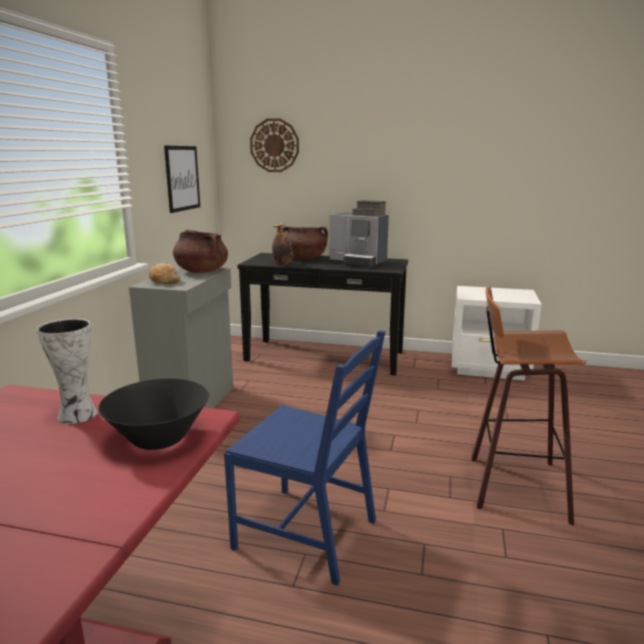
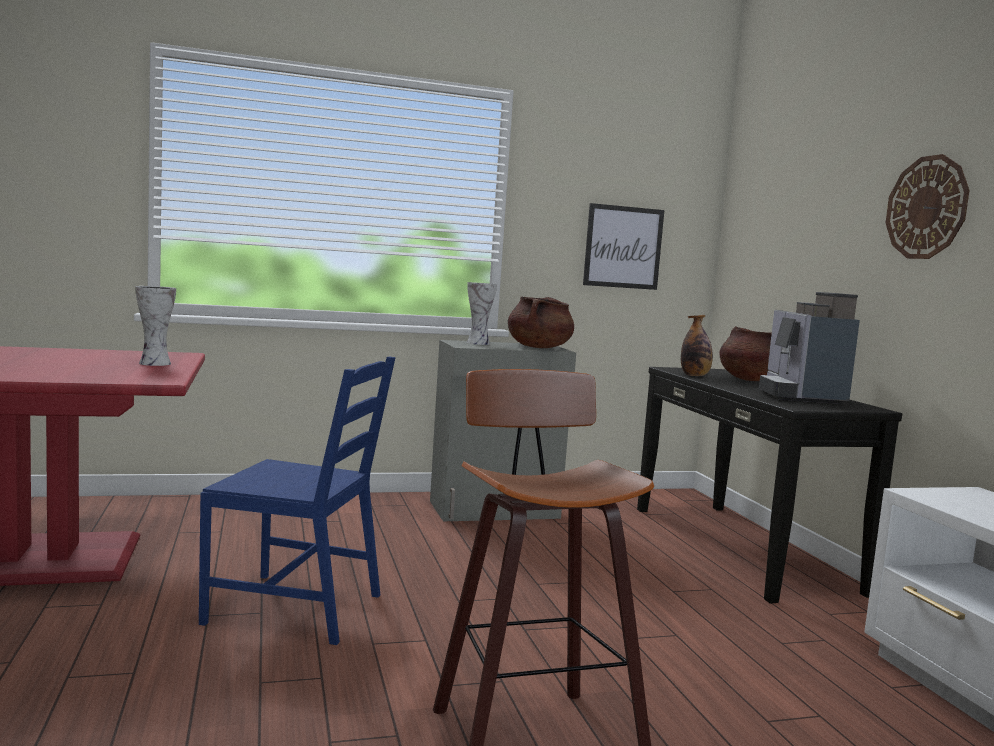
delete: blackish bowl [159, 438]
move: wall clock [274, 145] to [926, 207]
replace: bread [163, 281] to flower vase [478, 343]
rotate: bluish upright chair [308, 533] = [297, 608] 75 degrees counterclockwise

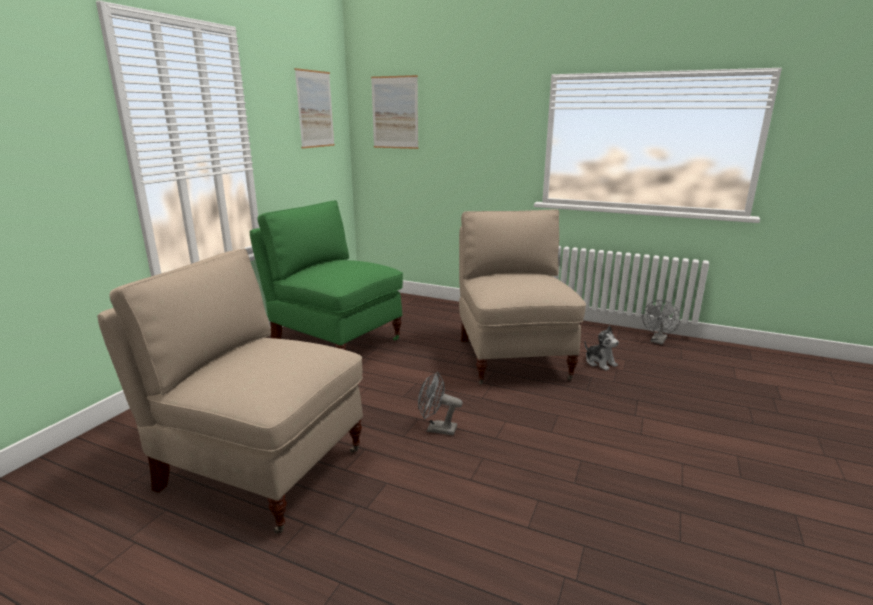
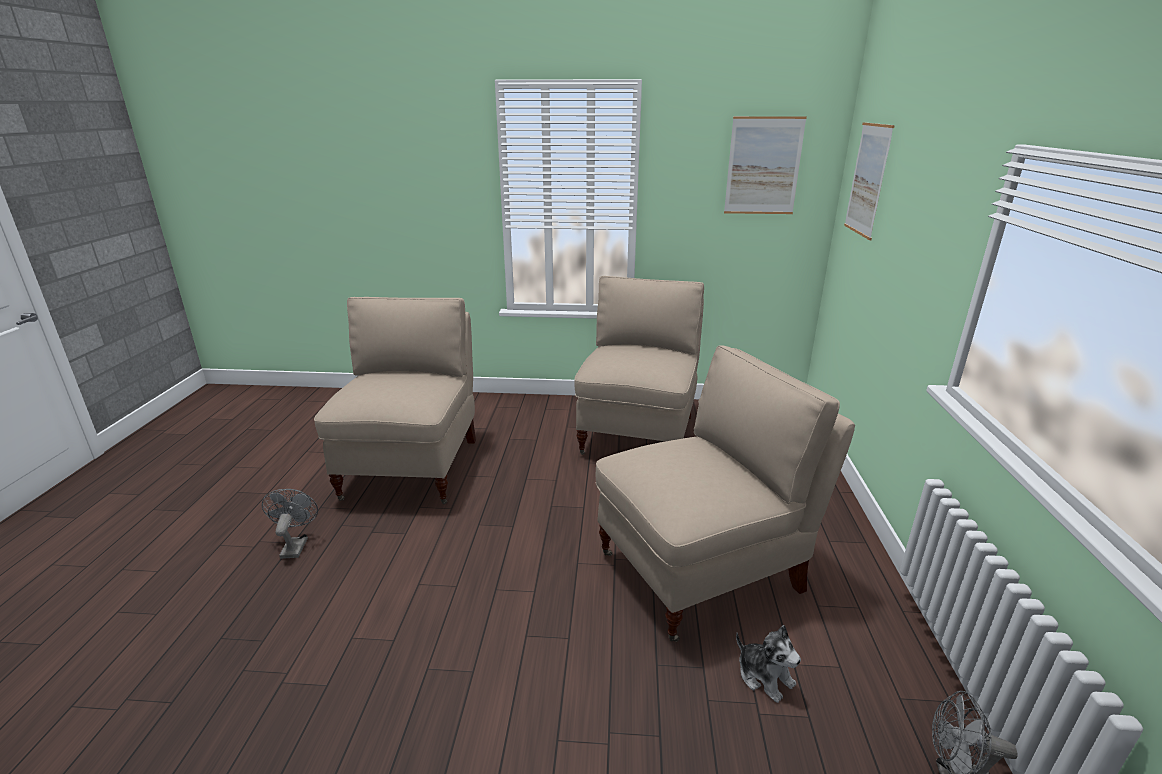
move: gray cooling fan [436, 429] to [295, 545]
recolor: greenish upright chair [335, 342] to beige-coloured upright chair [638, 434]
rotate: soft toy [600, 363] = [764, 676] 75 degrees counterclockwise

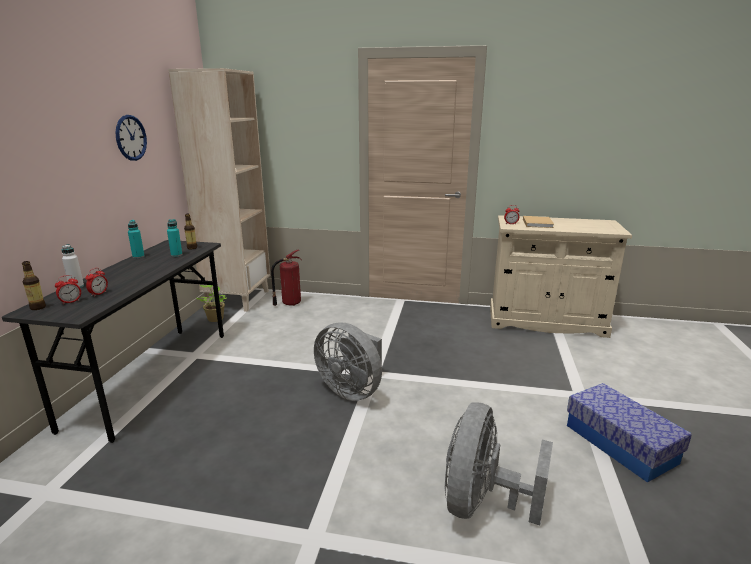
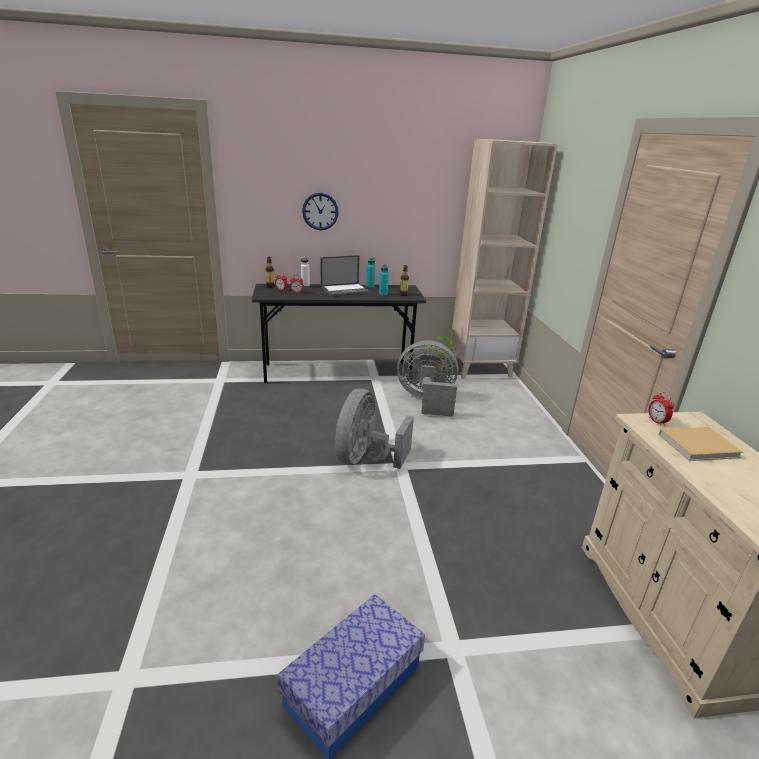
delete: fire-fighting cylinder [290, 303]
insert: portable computer [345, 290]
move: wall clock [131, 138] to [320, 211]; gray cooling fan [482, 503] to [426, 400]

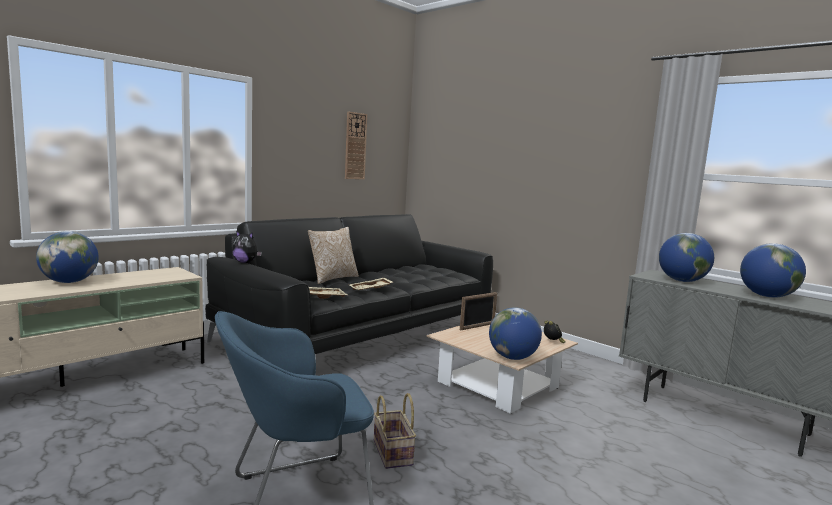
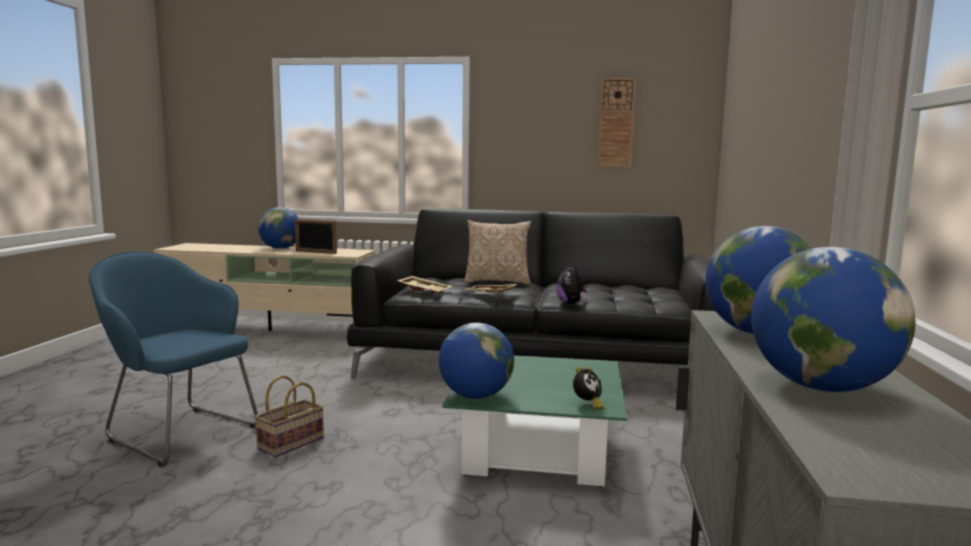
move: soft toy [245, 262] to [571, 303]; photo frame [477, 326] to [315, 252]
recolor: beige-coloured coffee table [498, 385] to greenish coffee table [536, 450]

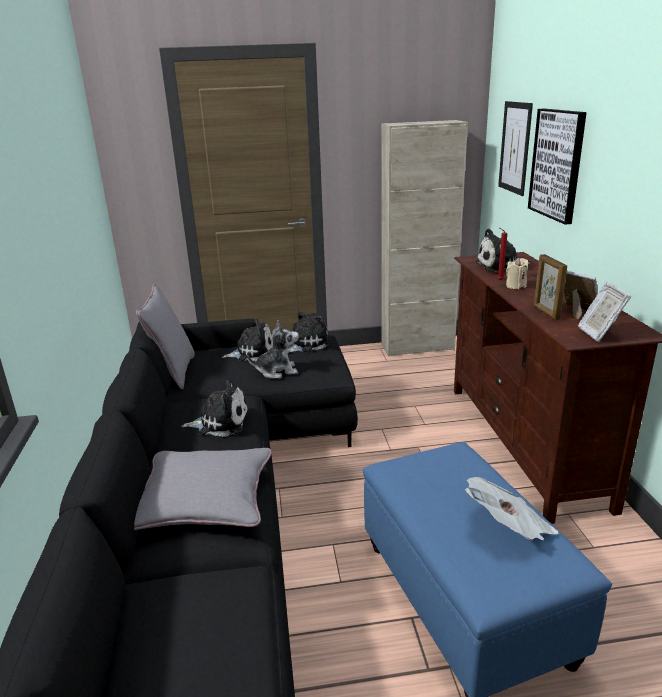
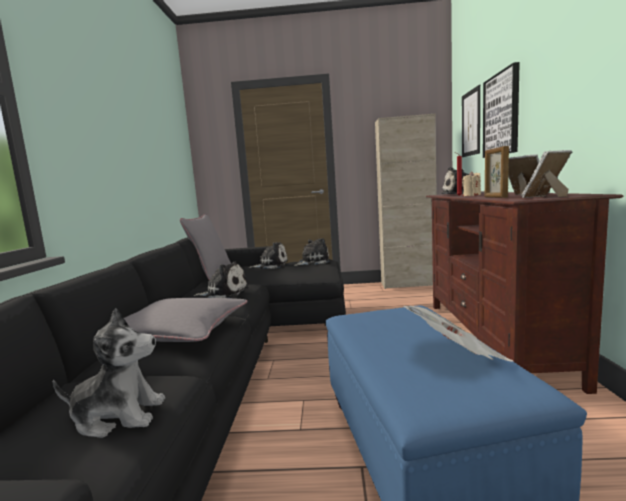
move: soft toy [277, 371] to [118, 415]
rotate: photo frame [598, 334] = [545, 197] 60 degrees clockwise

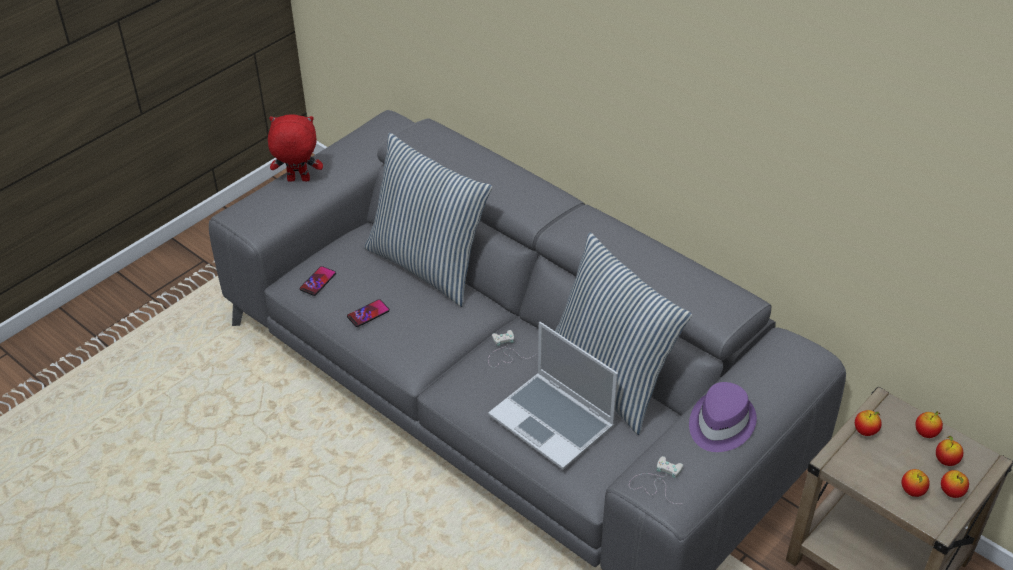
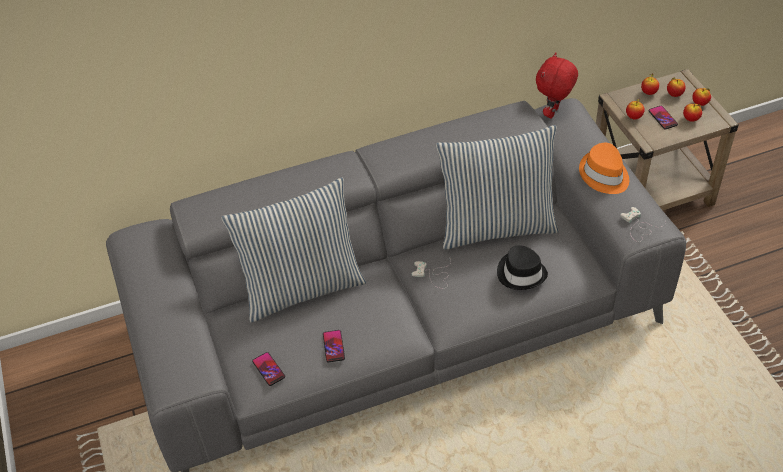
insert: telephone [662, 118]
move: reddish soft toy [298, 180] to [553, 113]
replace: portable computer [553, 422] to blackish hat [521, 273]
recolor: purple hat [720, 424] to orangey hat [604, 175]

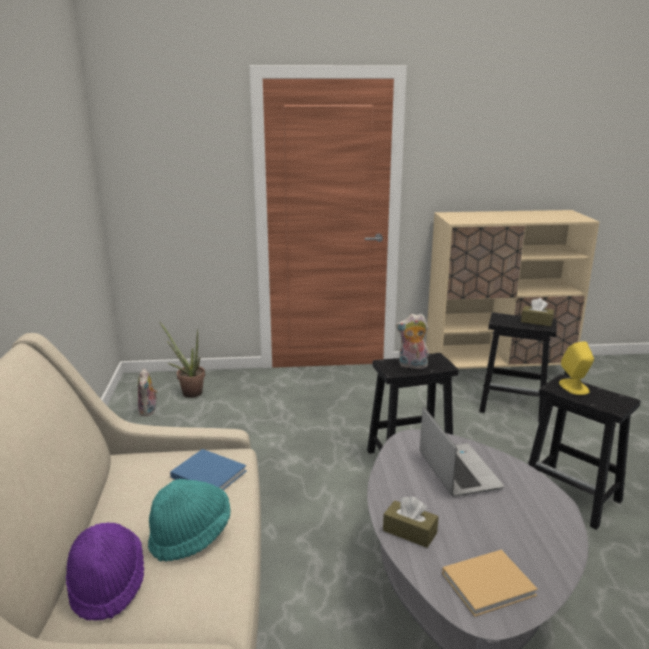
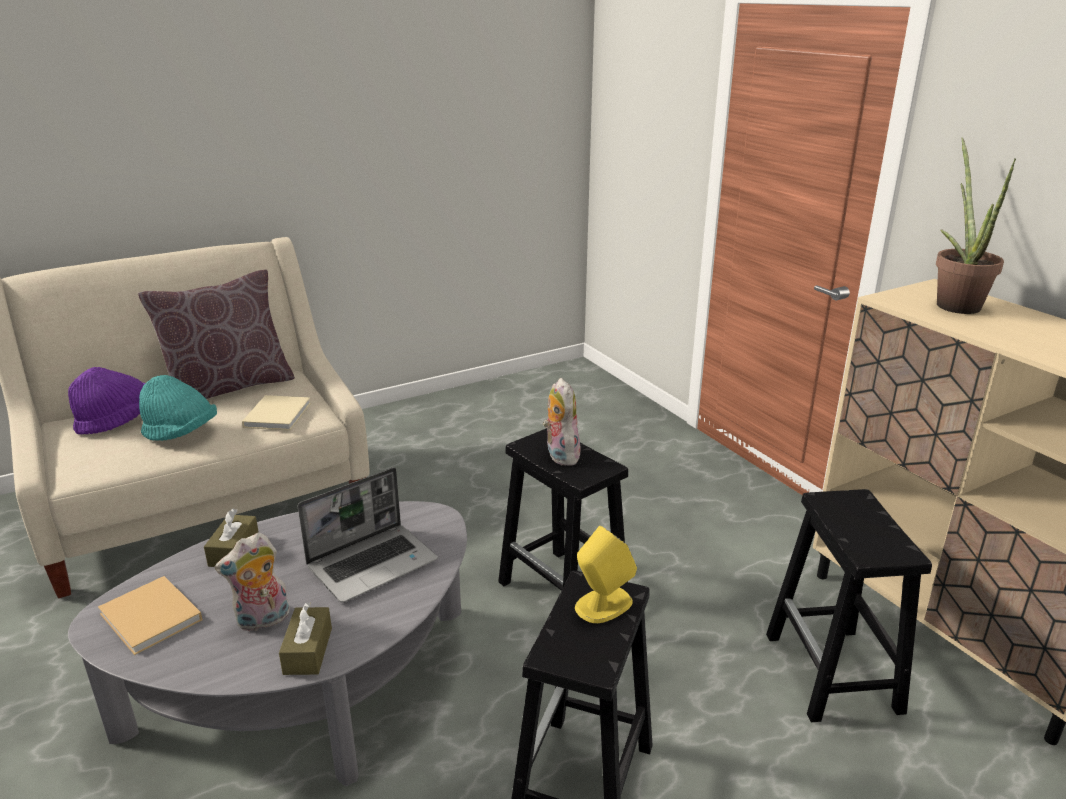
insert: brownish cushion [229, 387]
move: brownish box of tissues [536, 321] to [308, 651]; plant in a pot [188, 392] to [954, 303]; soft toy [149, 411] to [262, 621]
recolor: bluish volume [207, 473] to beige-coloured volume [278, 414]

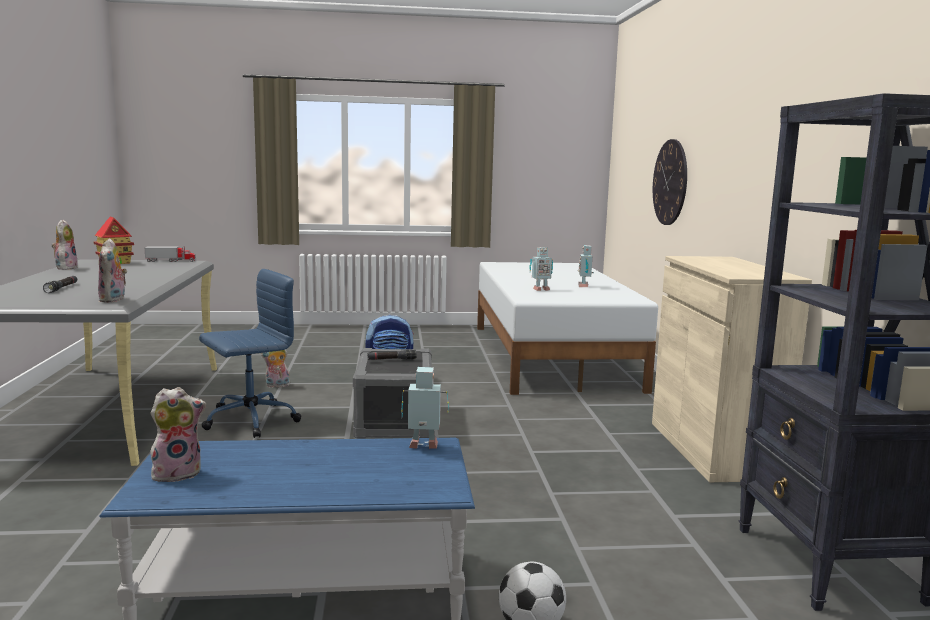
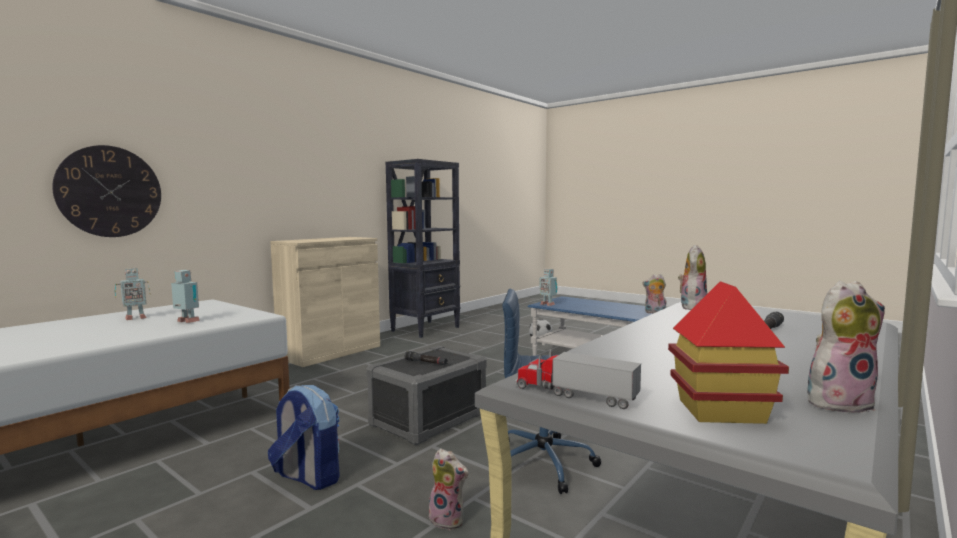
rotate: soft toy [65, 268] = [839, 402] 135 degrees counterclockwise

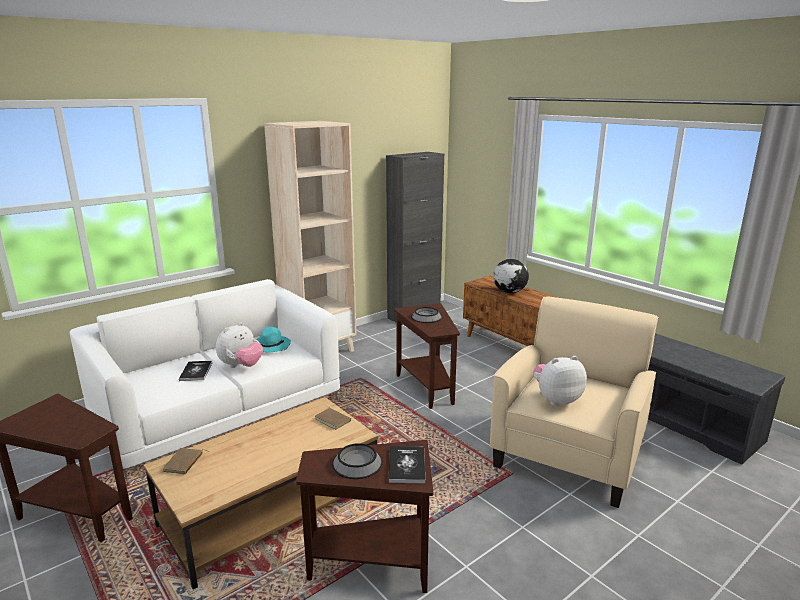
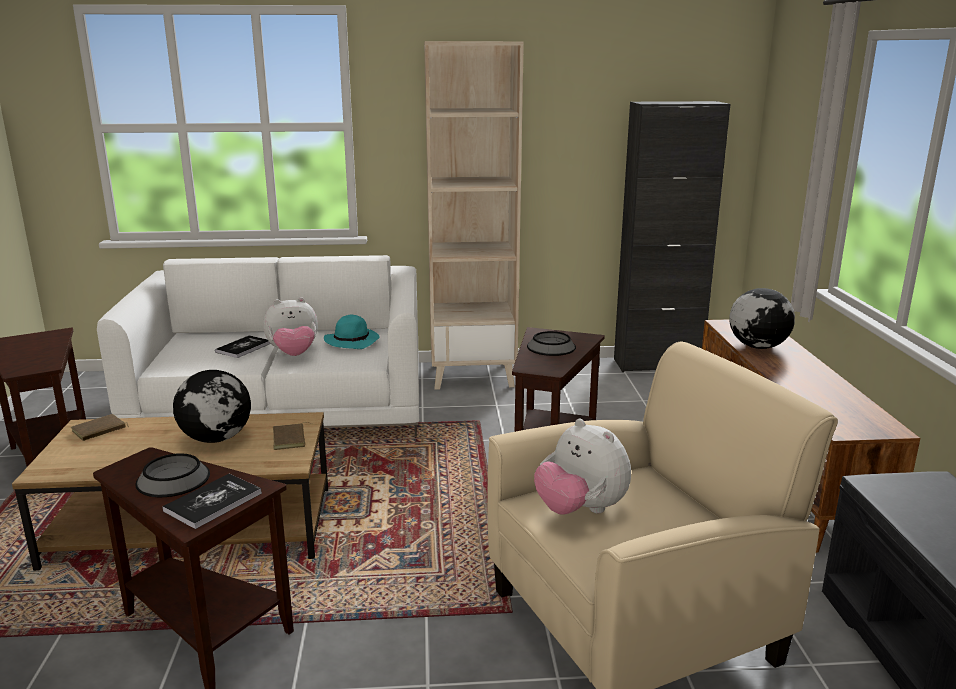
insert: globe [217, 438]
rotate: soft toy [556, 399] = [580, 510] 150 degrees counterclockwise

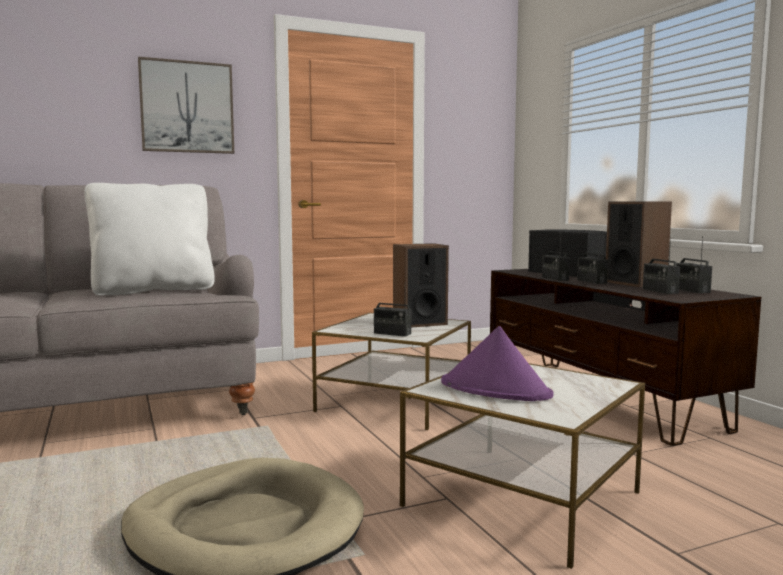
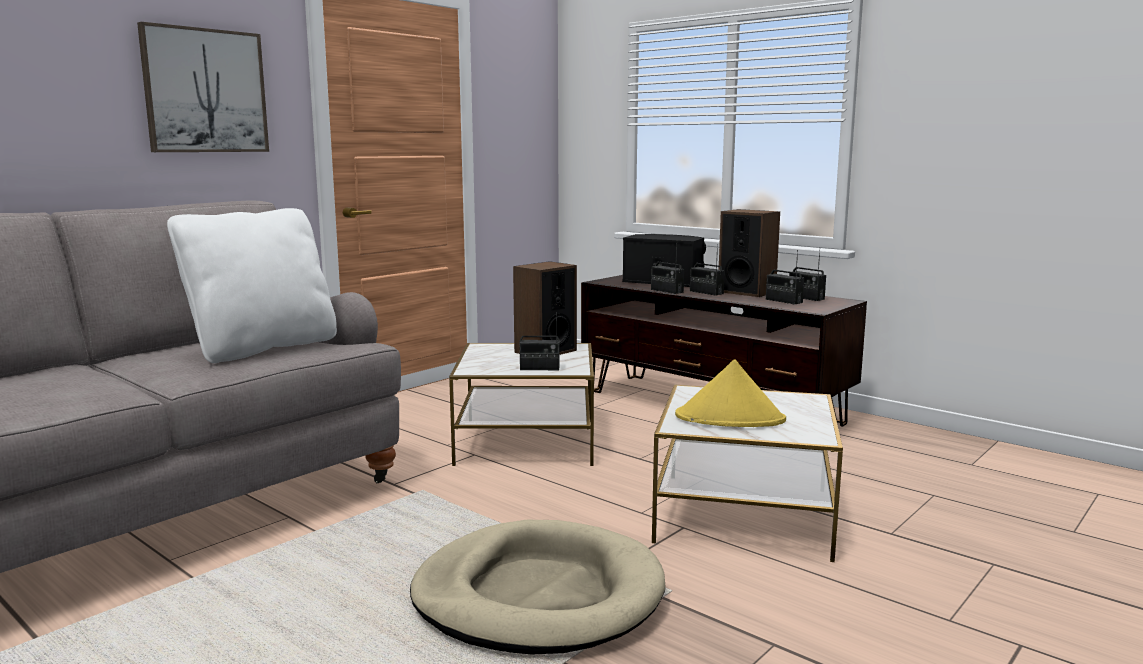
recolor: purple hat [496, 389] to yellow-coloured hat [730, 418]

